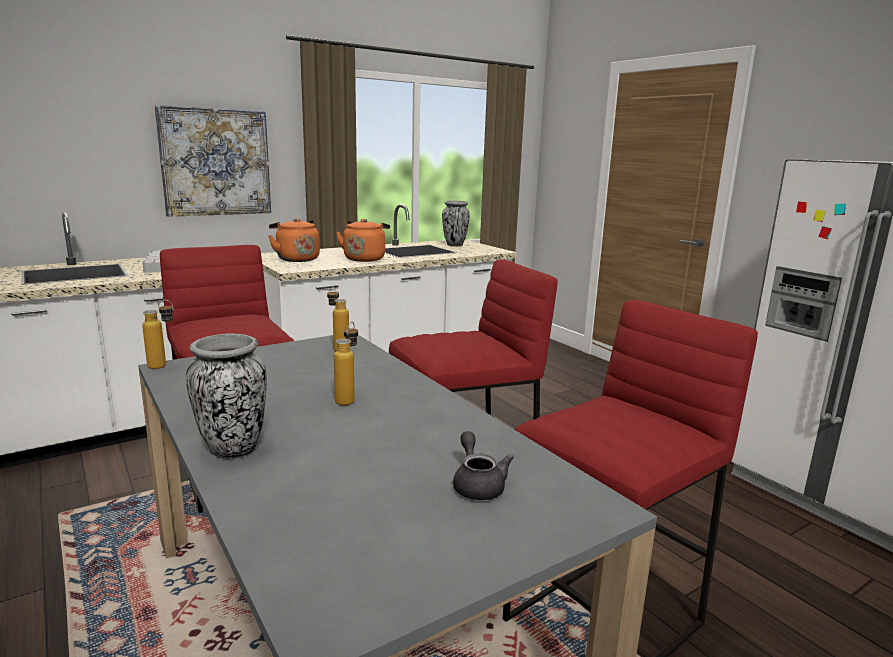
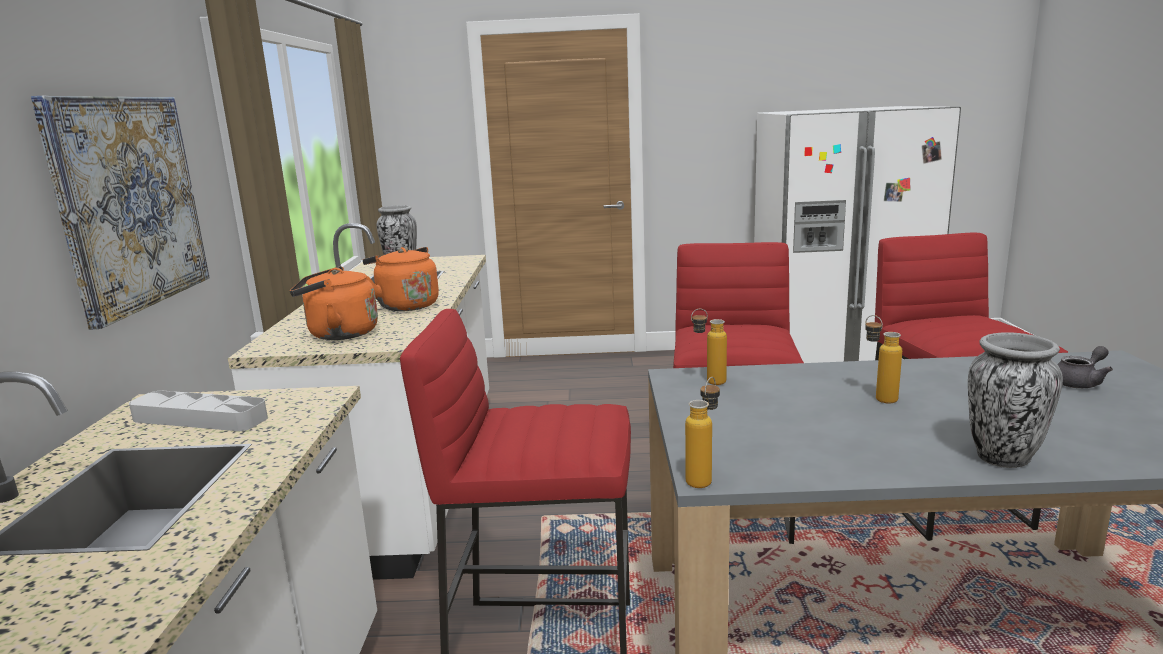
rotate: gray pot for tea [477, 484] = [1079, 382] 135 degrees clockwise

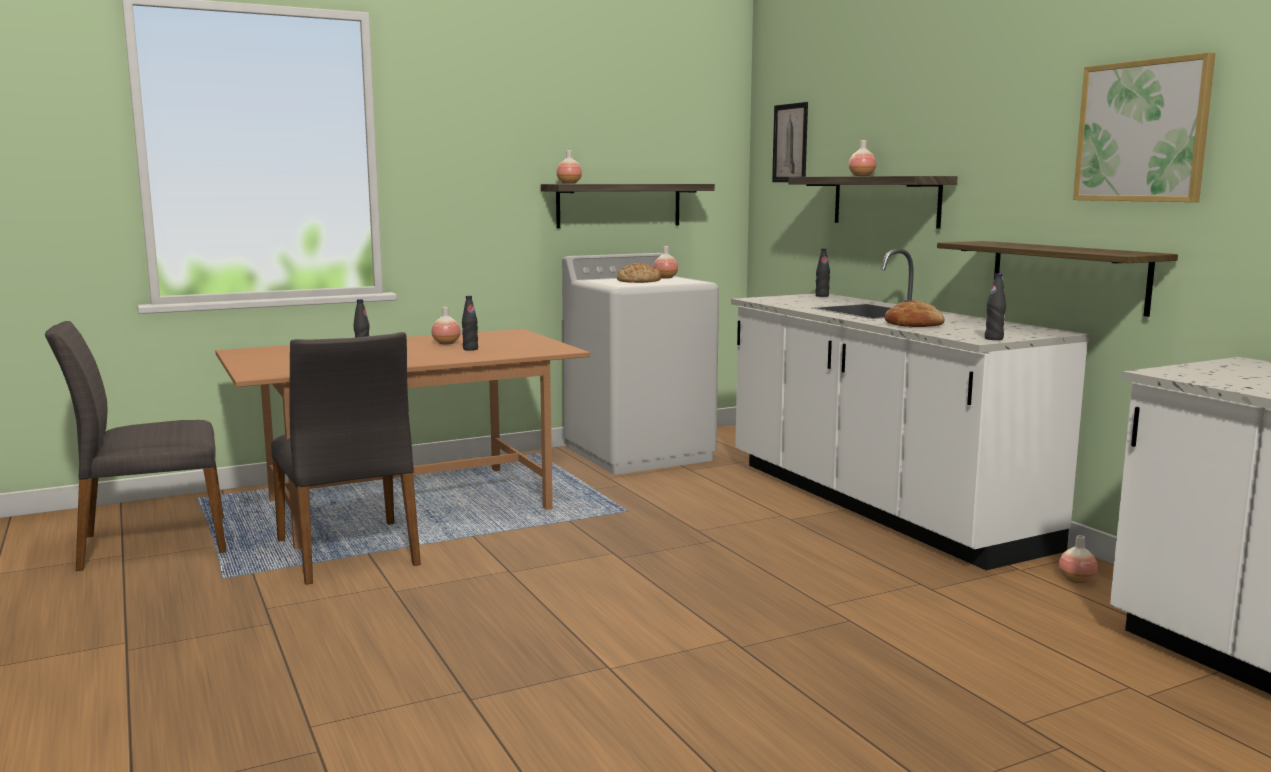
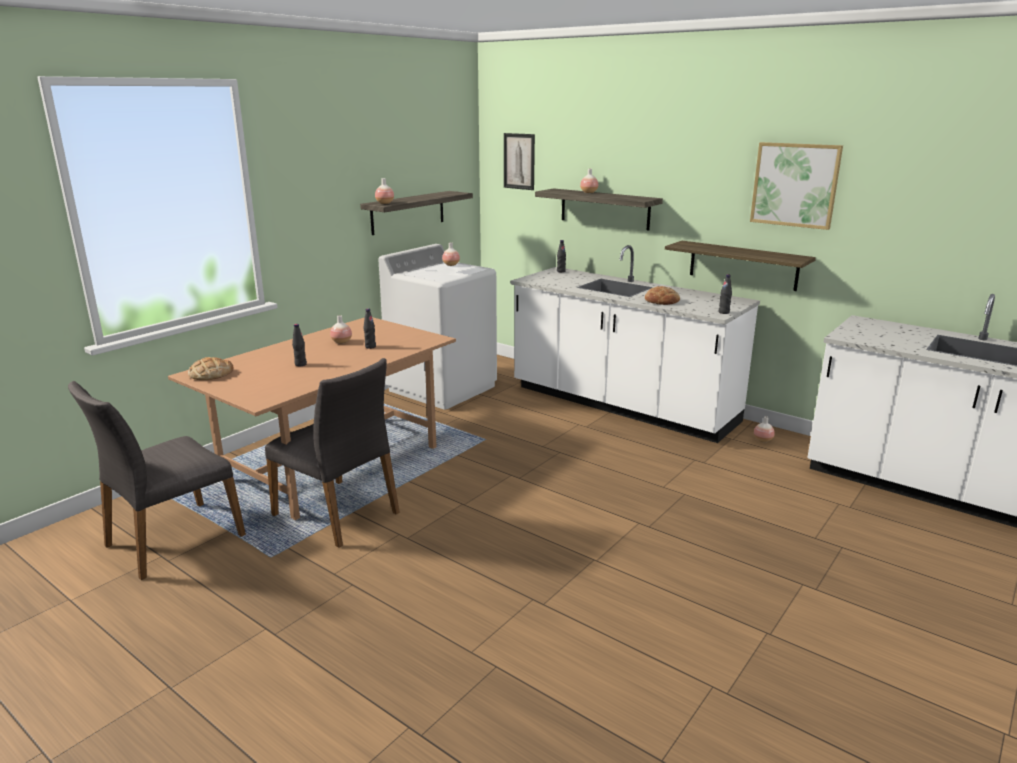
move: bread [638, 281] to [211, 374]

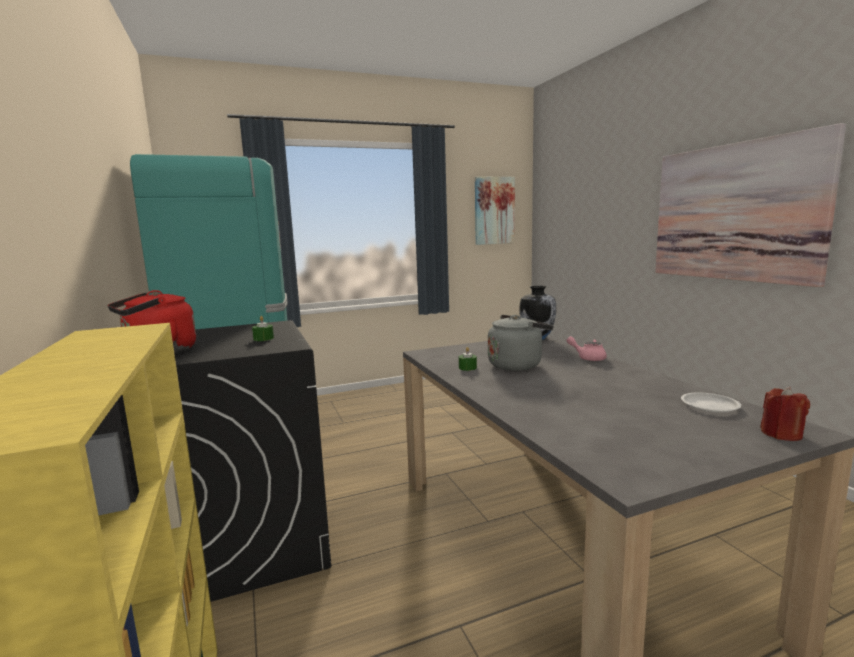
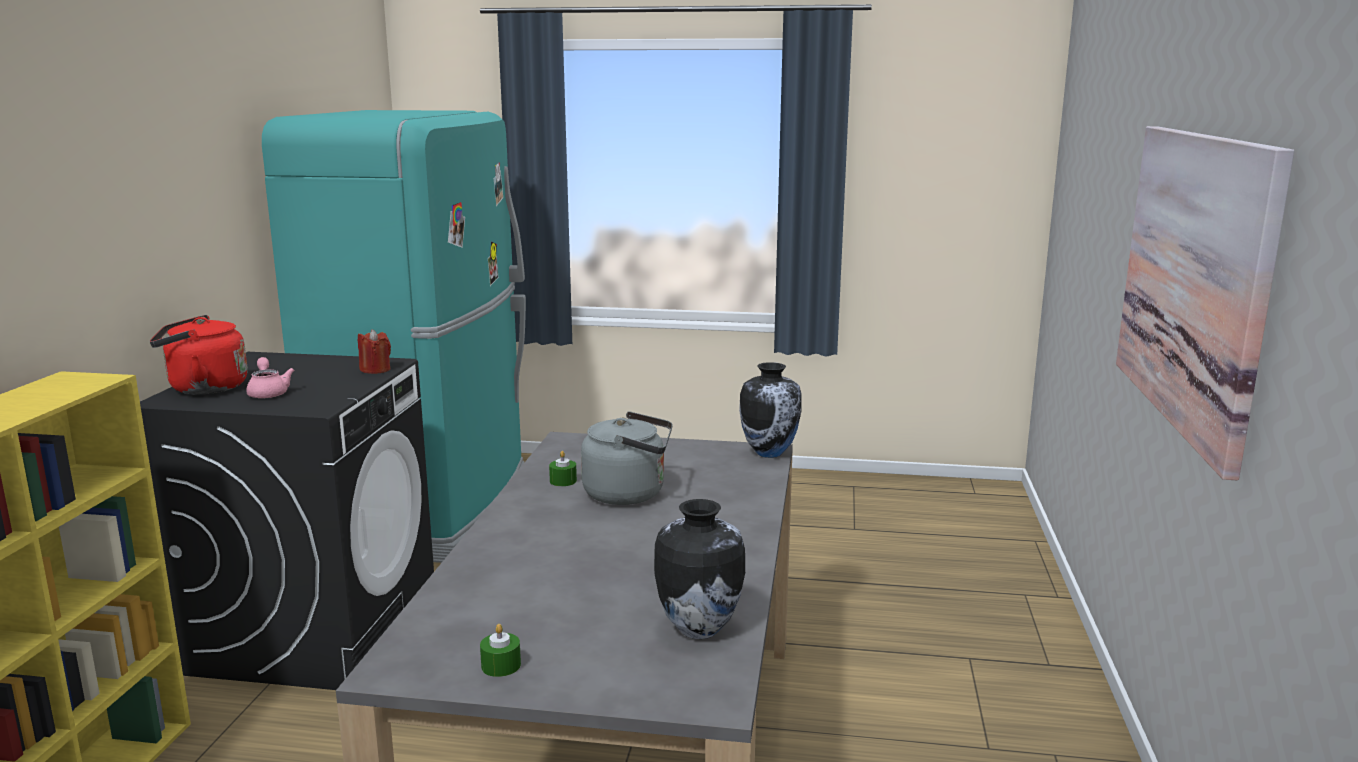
delete: wall art [494, 210]
move: greenish wax candle [263, 339] to [501, 665]; pink-coloured pot for tea [588, 358] to [268, 393]; reddish wax candle [781, 434] to [375, 370]
replace: white-coloured flat dish [709, 406] to flower vase [698, 629]

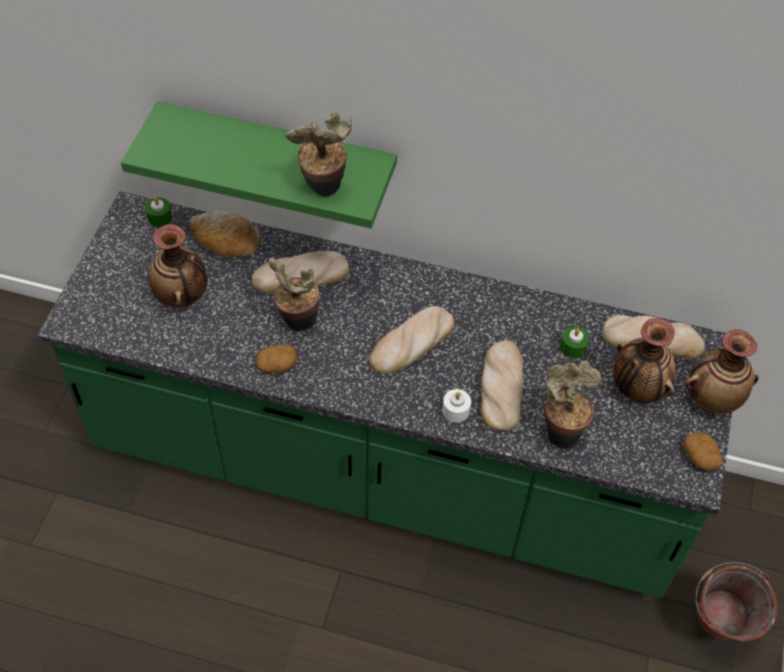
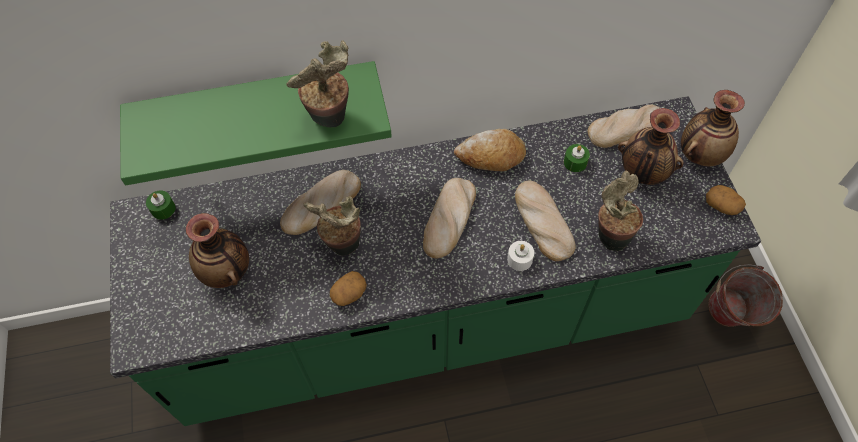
move: bread [225, 240] to [490, 156]

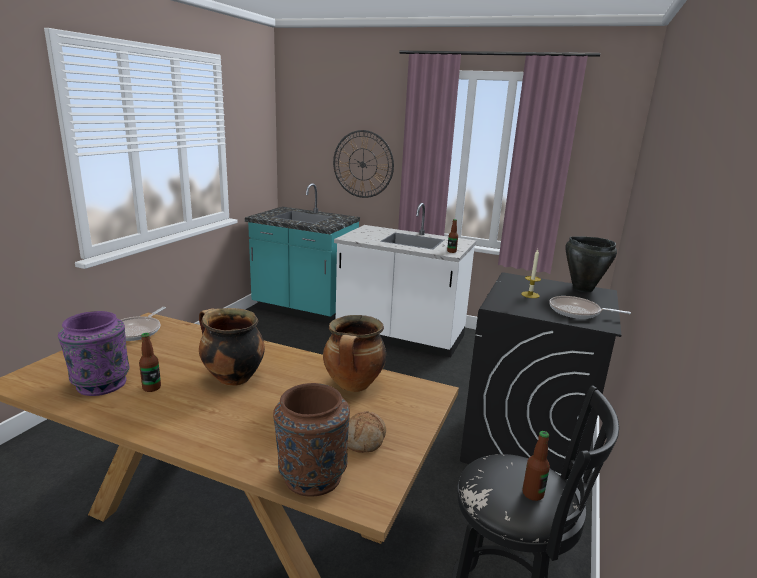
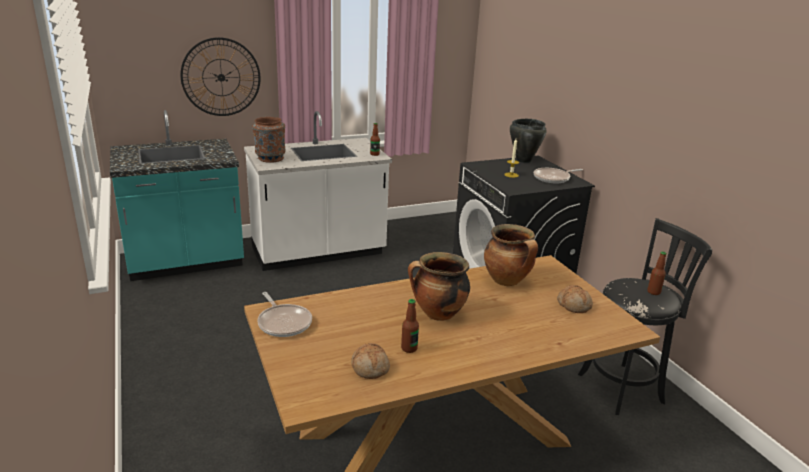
move: brownish flower vase [311, 476] to [270, 158]
replace: purple flower vase [100, 384] to bread [370, 367]

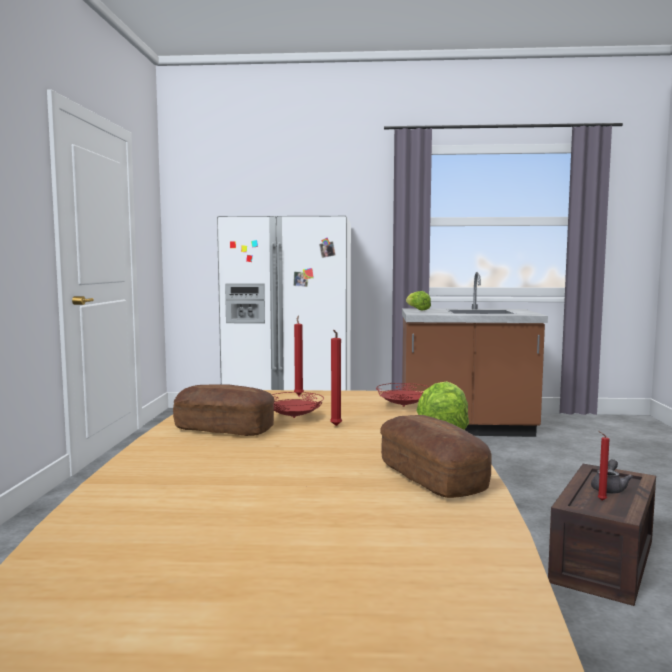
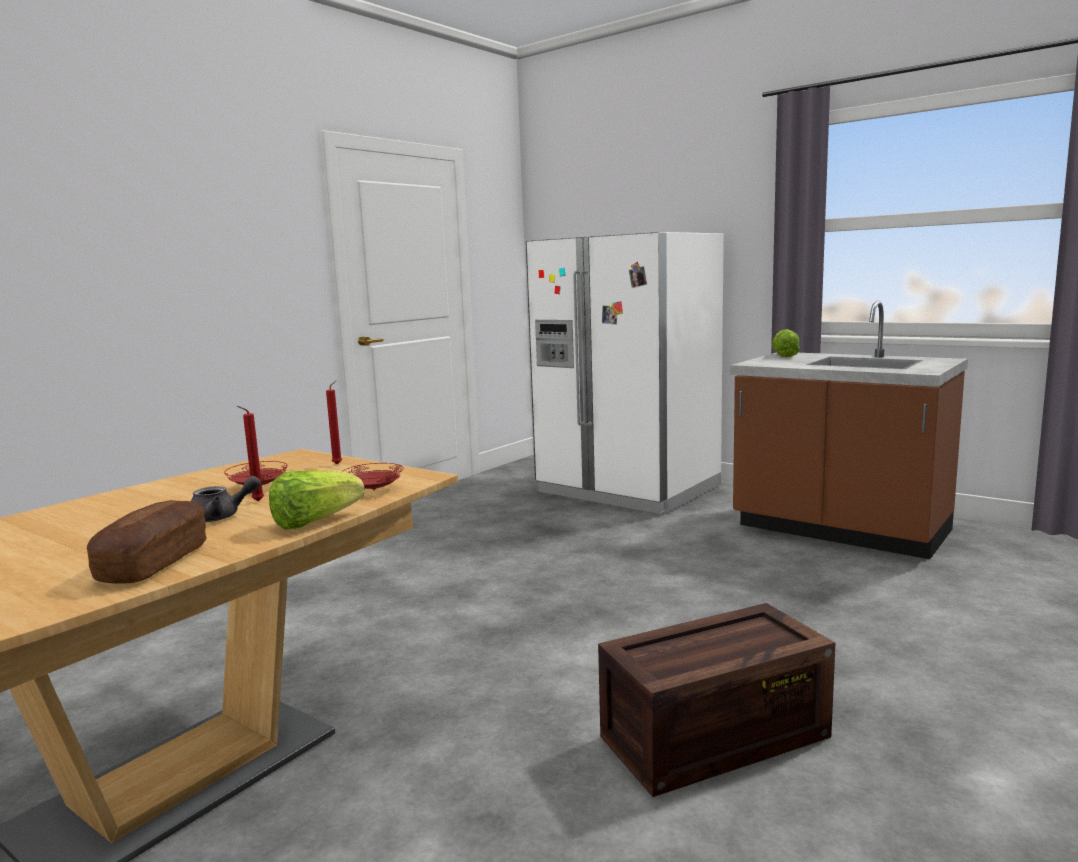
delete: bread [224, 429]; reddish wax candle [600, 500]
move: gray pot for tea [609, 488] to [222, 516]

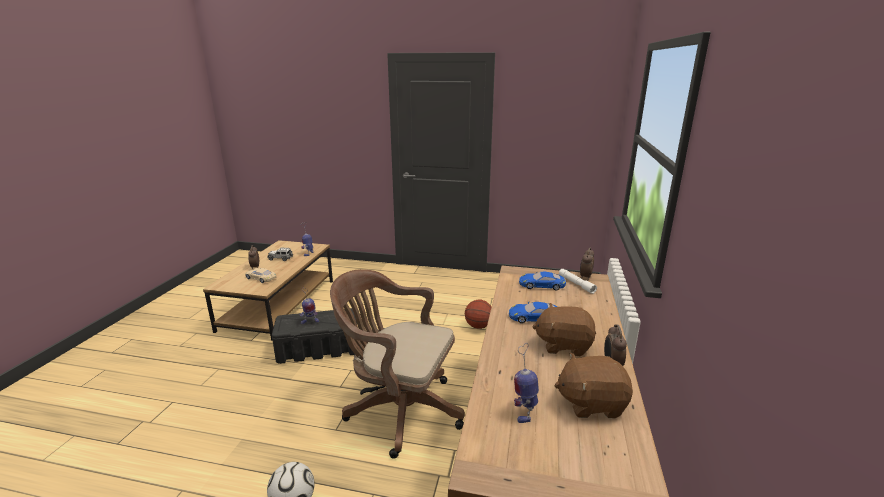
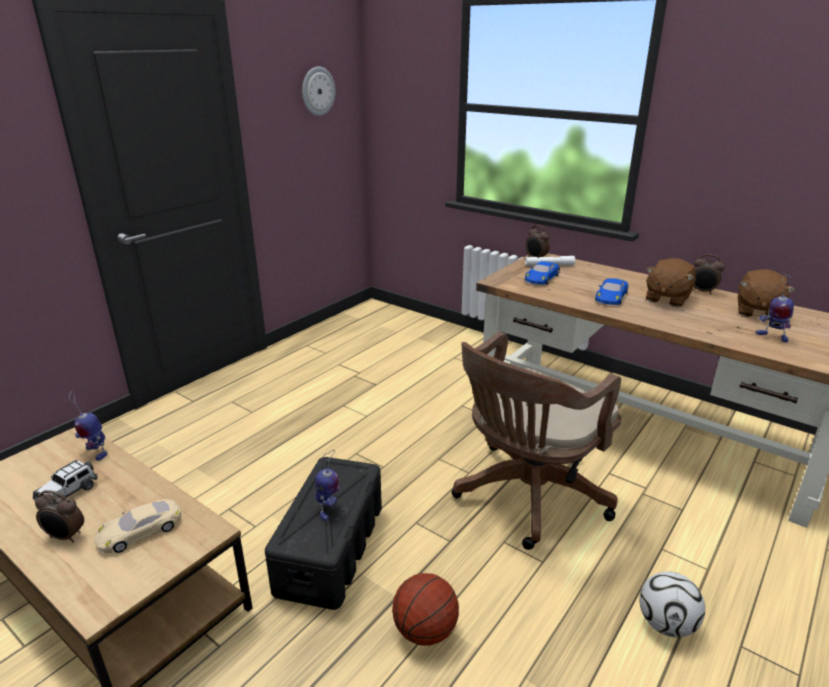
insert: wall clock [318, 91]
move: ball for basketball [478, 326] to [425, 631]

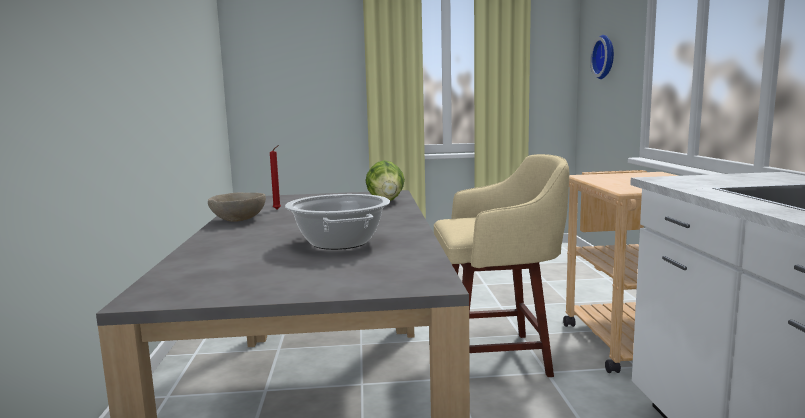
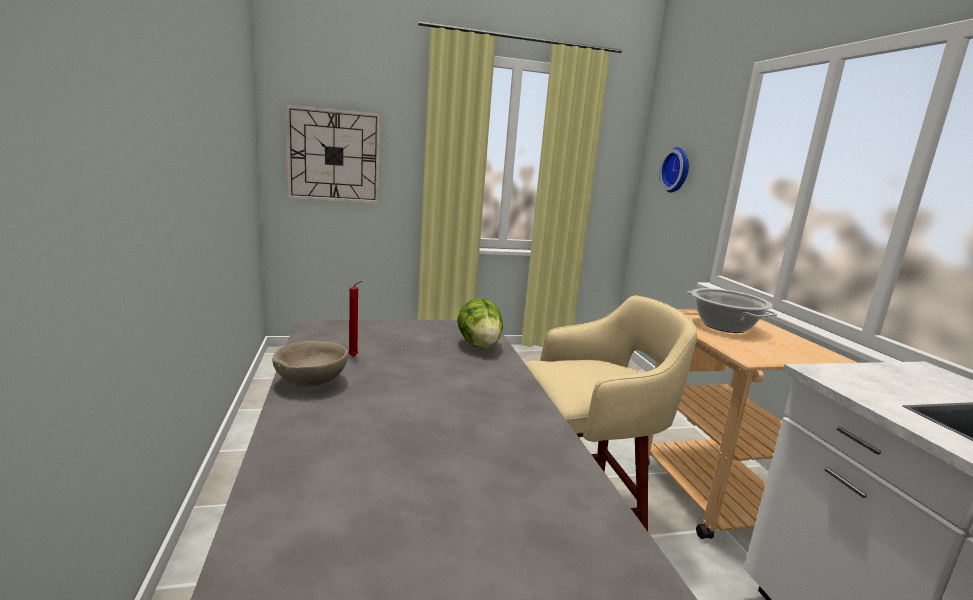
insert: wall clock [334, 156]
move: cooking pot [339, 242] to [724, 326]

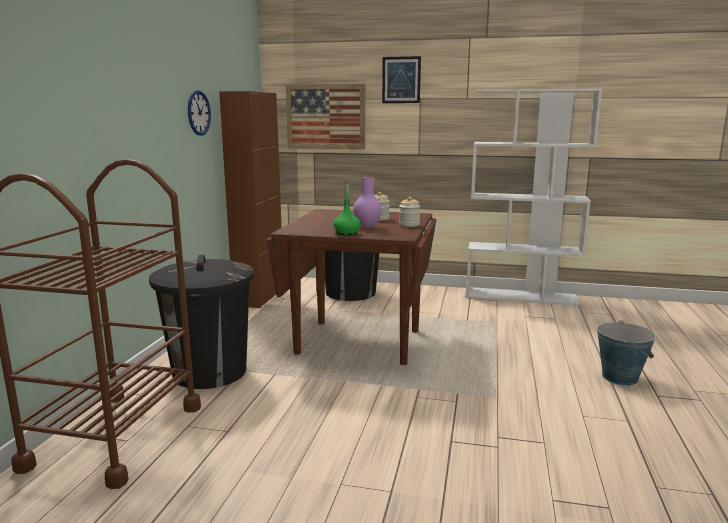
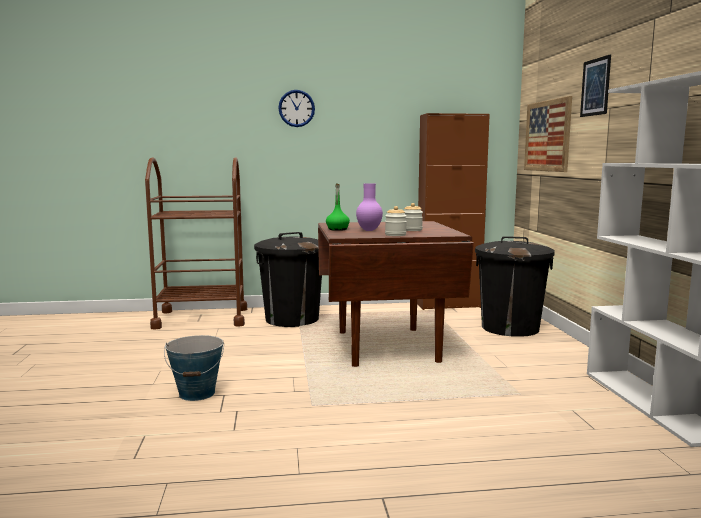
move: wall clock [198, 113] to [296, 108]; pail [620, 377] to [197, 393]

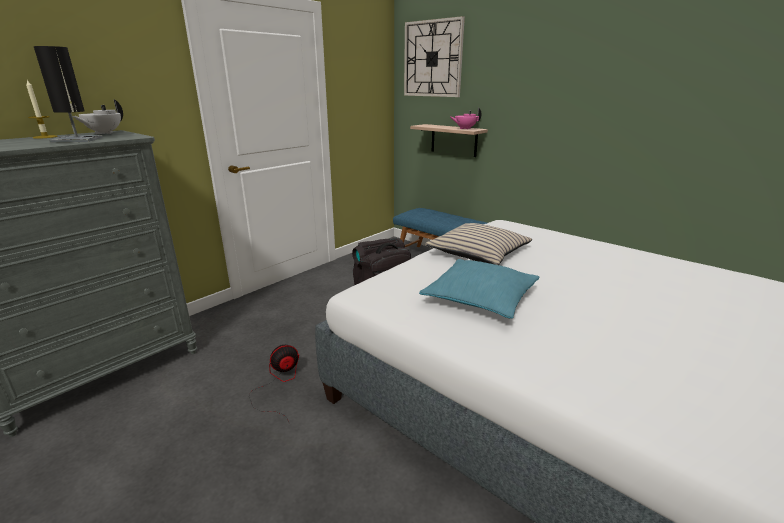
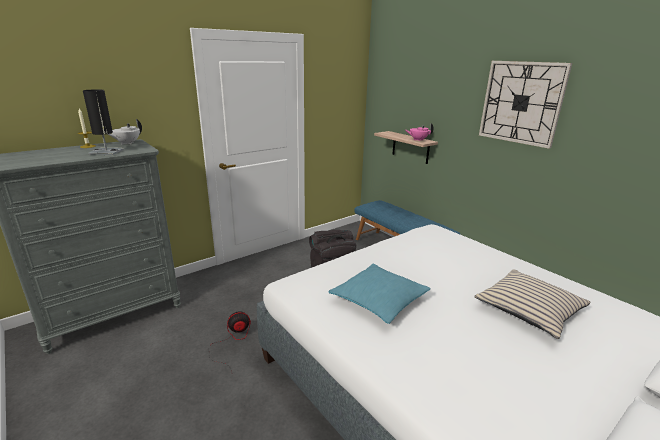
move: wall clock [432, 59] to [521, 103]; beige-coloured cushion [478, 253] to [529, 309]

